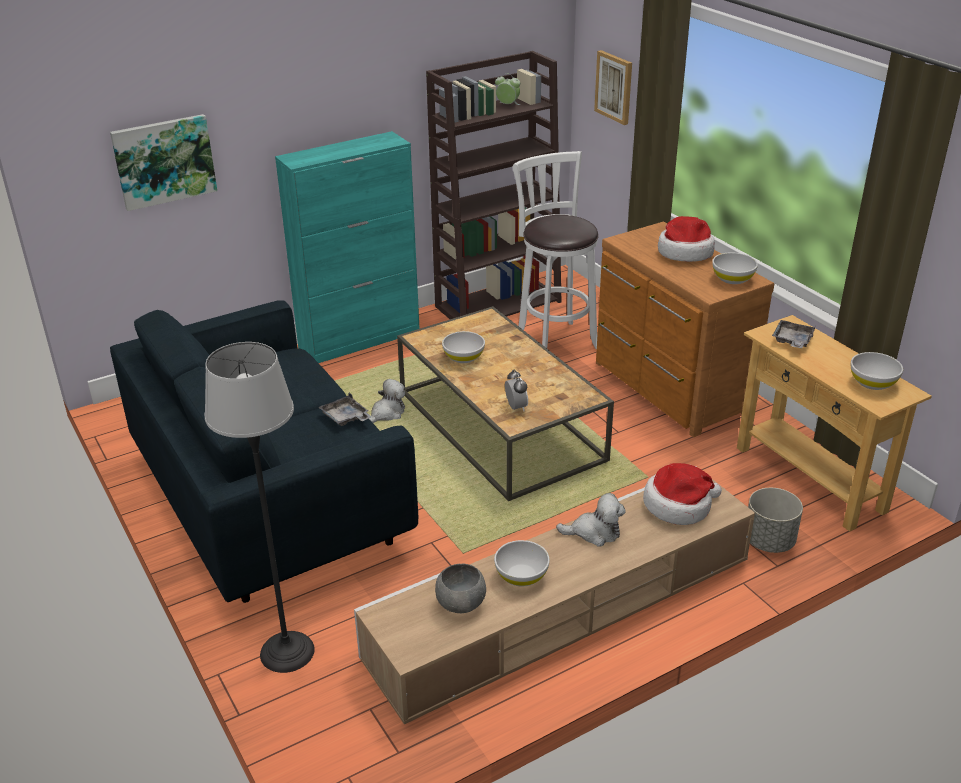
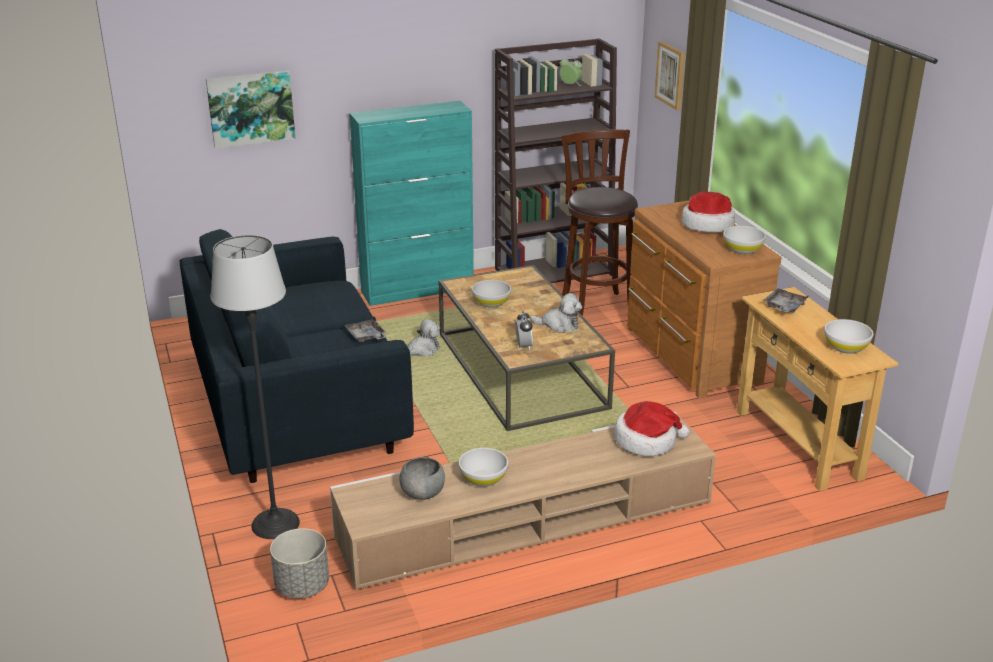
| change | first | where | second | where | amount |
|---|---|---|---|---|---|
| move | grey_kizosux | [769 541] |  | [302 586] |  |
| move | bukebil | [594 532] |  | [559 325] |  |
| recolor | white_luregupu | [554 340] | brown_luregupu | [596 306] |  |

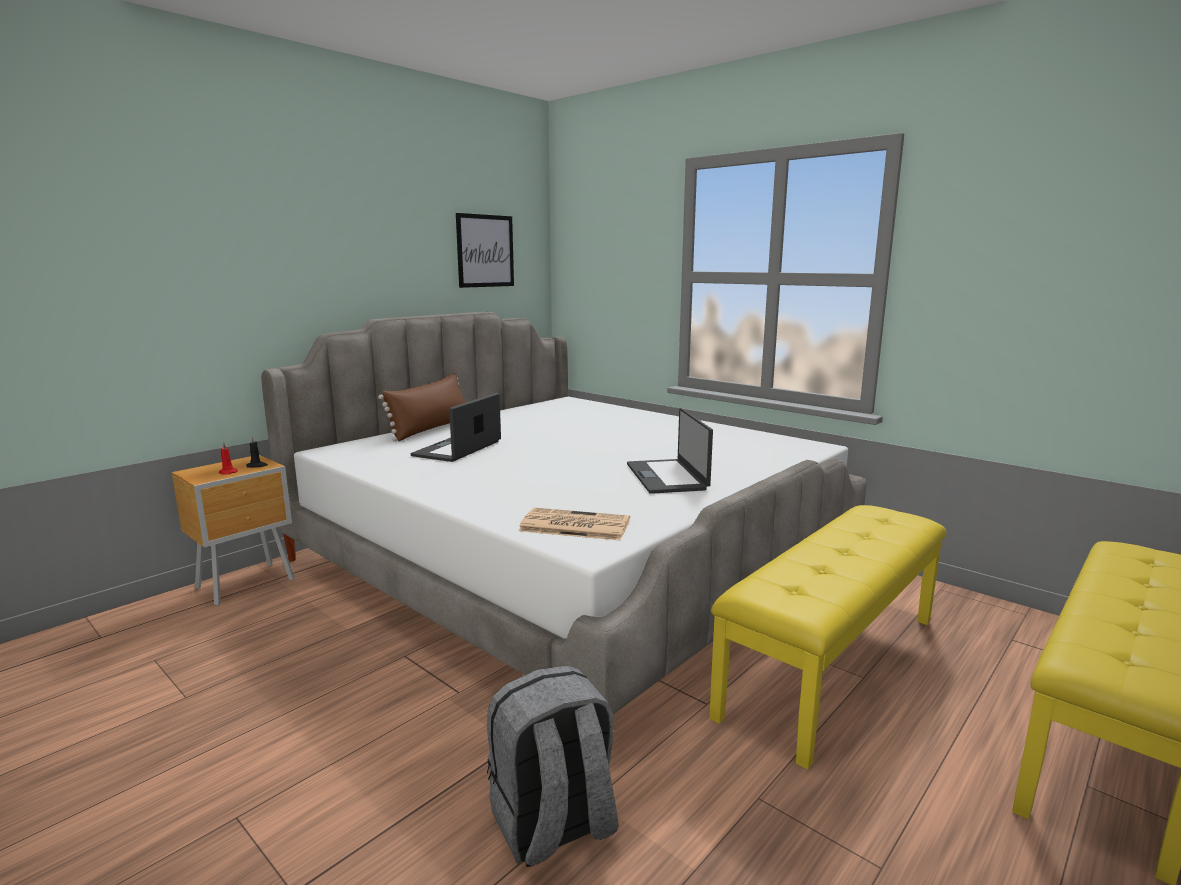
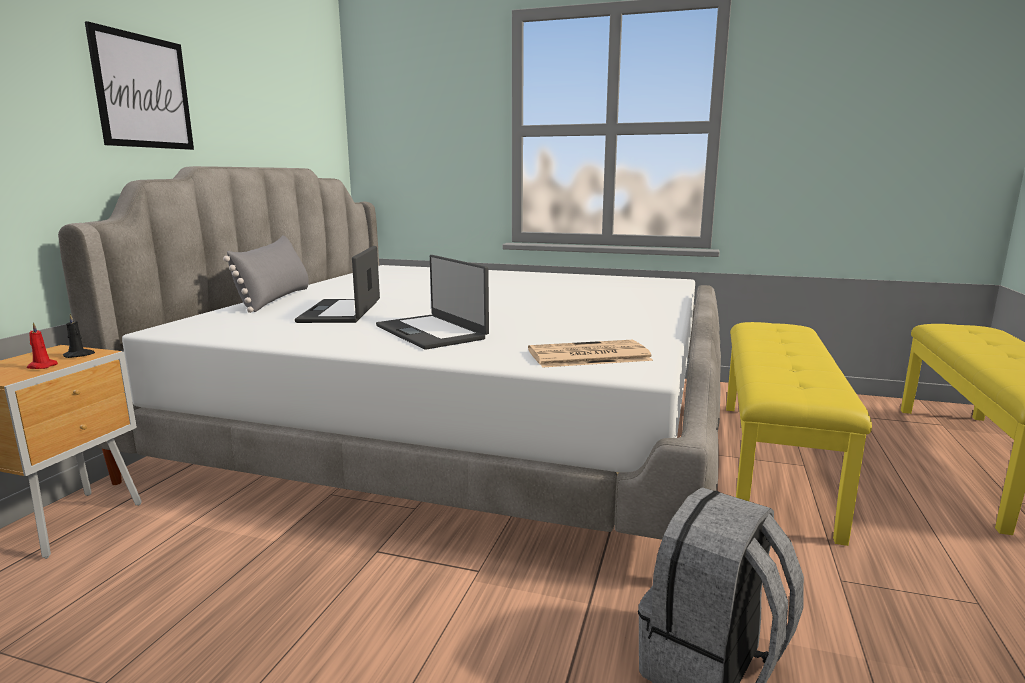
| change | first | where | second | where | amount |
|---|---|---|---|---|---|
| move | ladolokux | [485 251] |  | [143 92] |  |
| recolor | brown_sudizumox | [431 429] | grey_sudizumox | [275 299] |  |
| move | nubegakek | [667 477] |  | [432 332] |  |

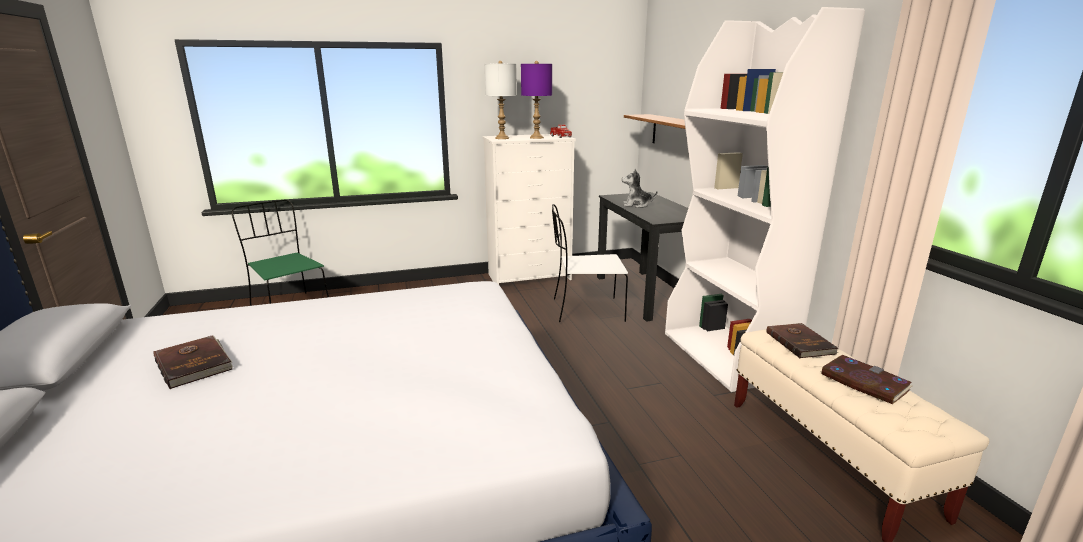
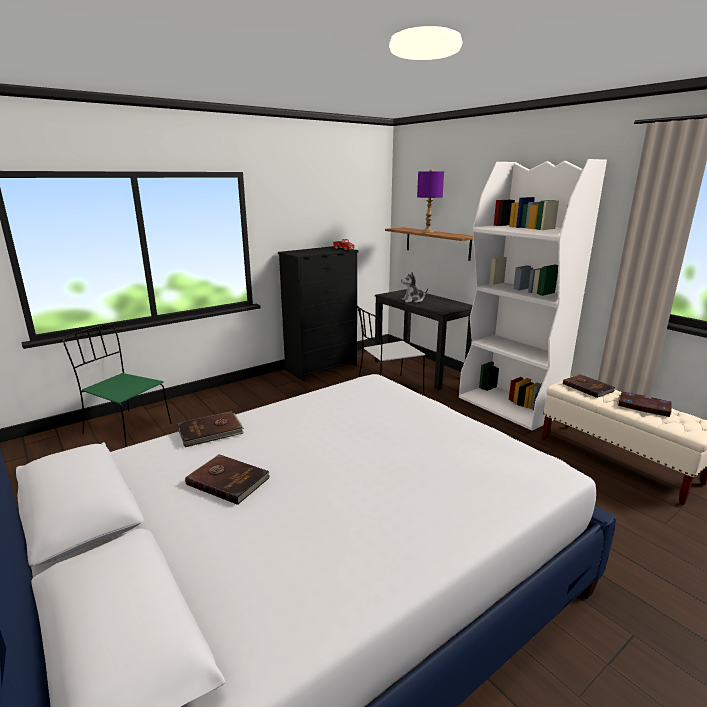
| change | first | where | second | where | amount |
|---|---|---|---|---|---|
| insert |  |  | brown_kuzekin | [211 431] |  |
| recolor | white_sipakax | [530 277] | black_sipakax | [322 368] |  |
| move | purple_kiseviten | [536 137] |  | [428 232] |  |
| delete | white_kiseviten | [502 138] |  |  |  |

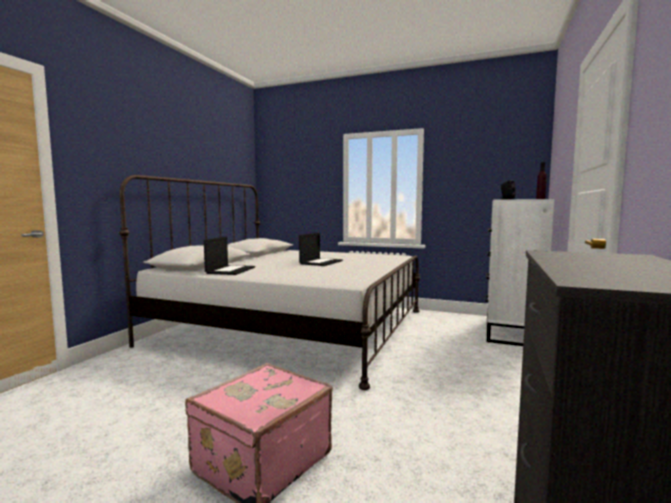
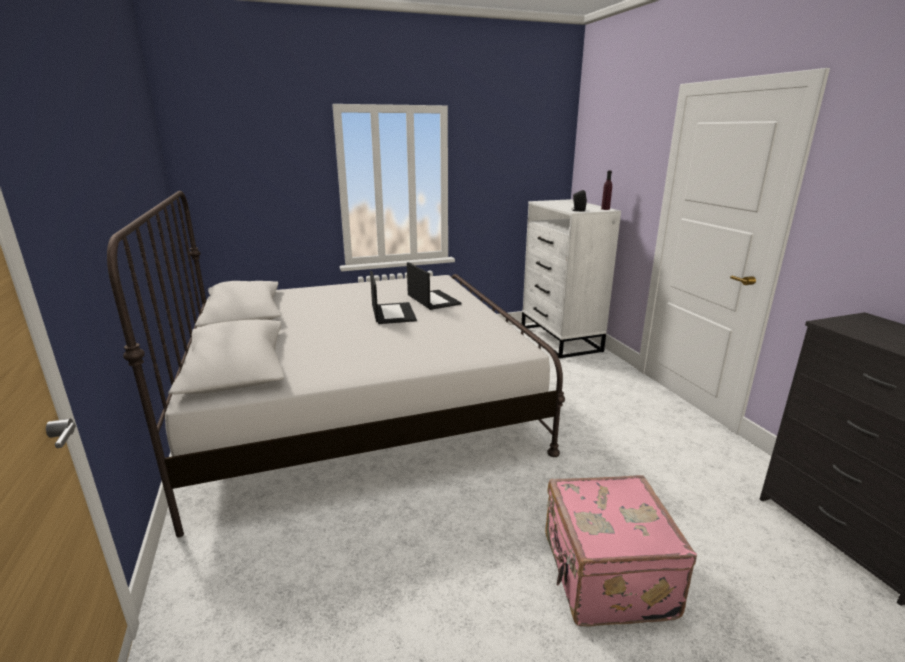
| change | first | where | second | where | amount |
|---|---|---|---|---|---|
| move | nubegakek | [230 270] |  | [432 300] |  |

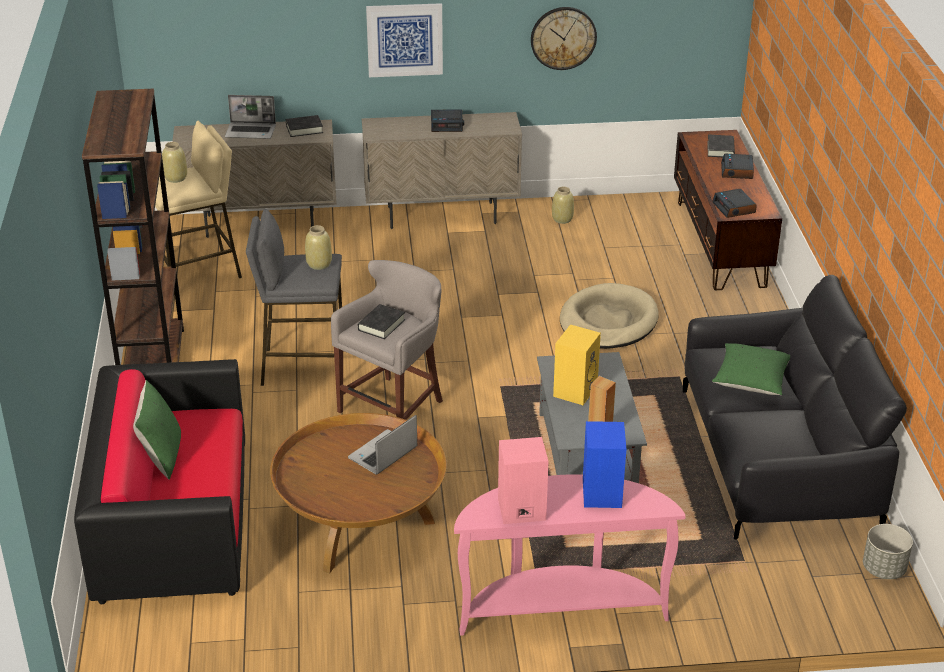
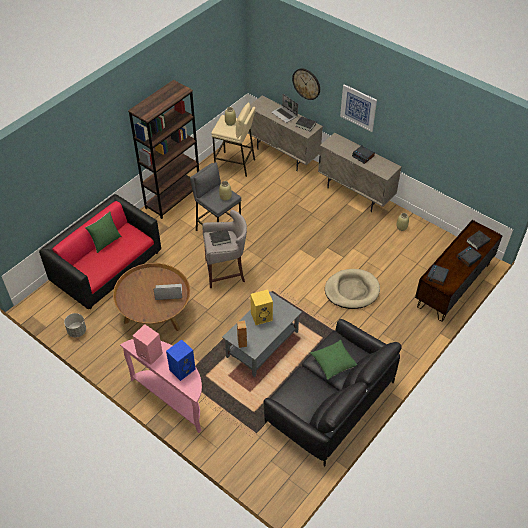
| change | first | where | second | where | amount |
|---|---|---|---|---|---|
| move | grey_kizosux | [884 569] |  | [77 331] |  |
| move | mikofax | [563 38] |  | [306 83] |  |

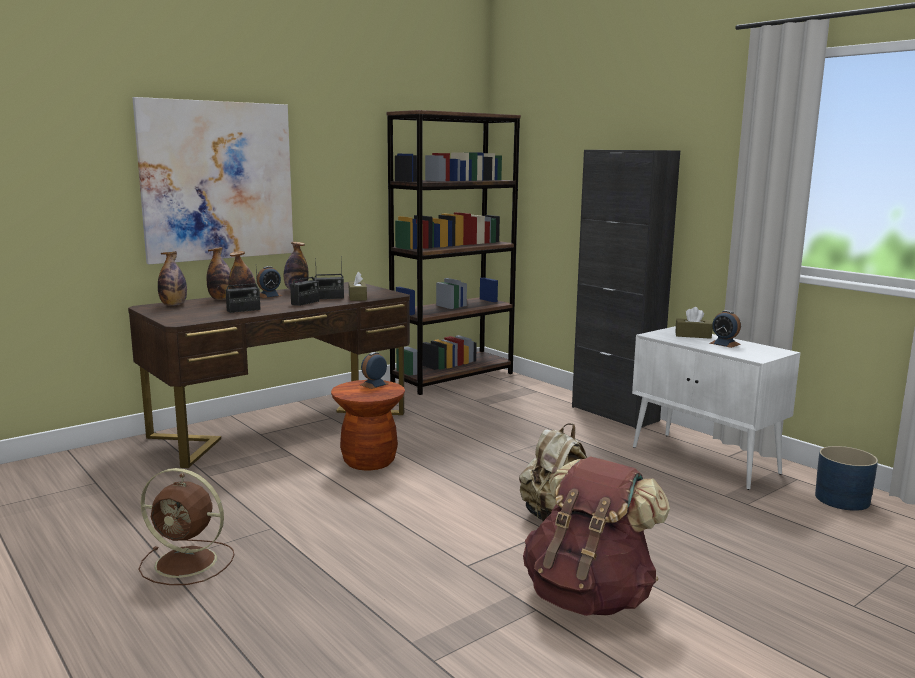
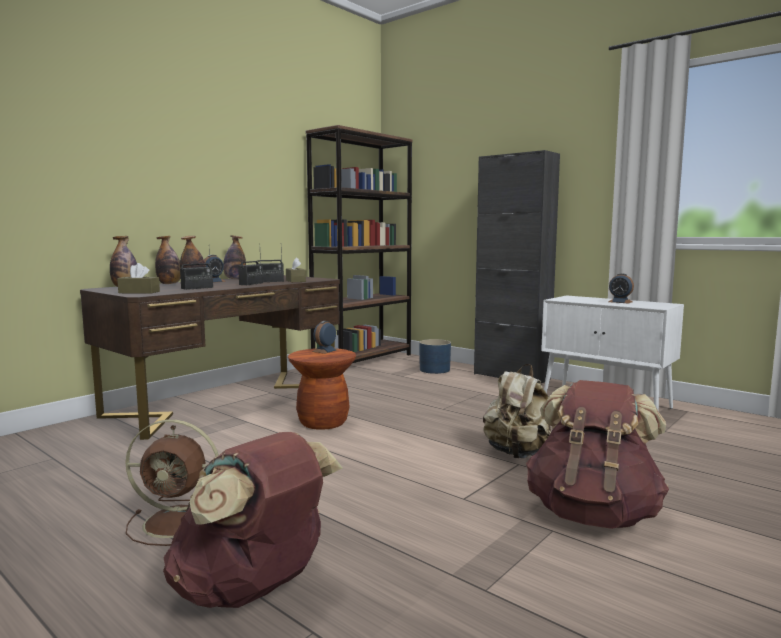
| change | first | where | second | where | amount |
|---|---|---|---|---|---|
| move | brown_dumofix | [693 335] |  | [139 292] |  |
| insert |  |  | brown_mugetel | [254 589] |  |
| move | blue_kizosux | [842 499] |  | [435 370] |  |
| delete | ladolokux | [218 181] |  |  |  |

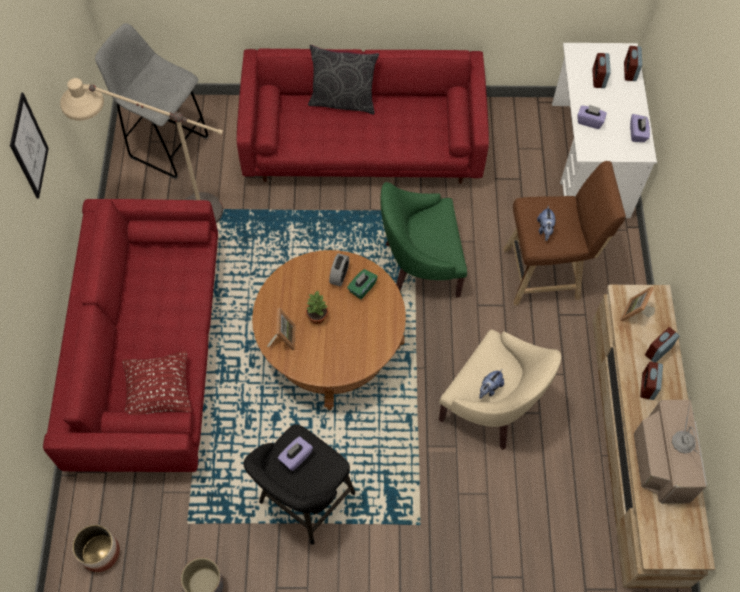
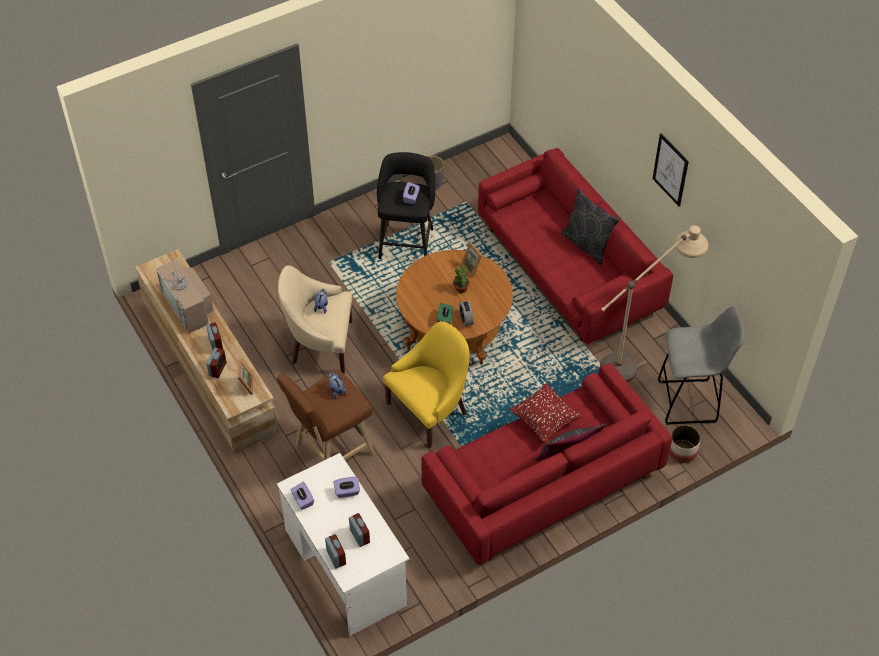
| change | first | where | second | where | amount |
|---|---|---|---|---|---|
| recolor | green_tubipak | [419 265] | yellow_tubipak | [430 410] |  |
| move | red_sudizumox | [159 392] |  | [544 421] |  |
| insert |  |  | grey_sudizumox | [587 244] |  |
| move | kizosux | [100 552] |  | [682 451] |  |

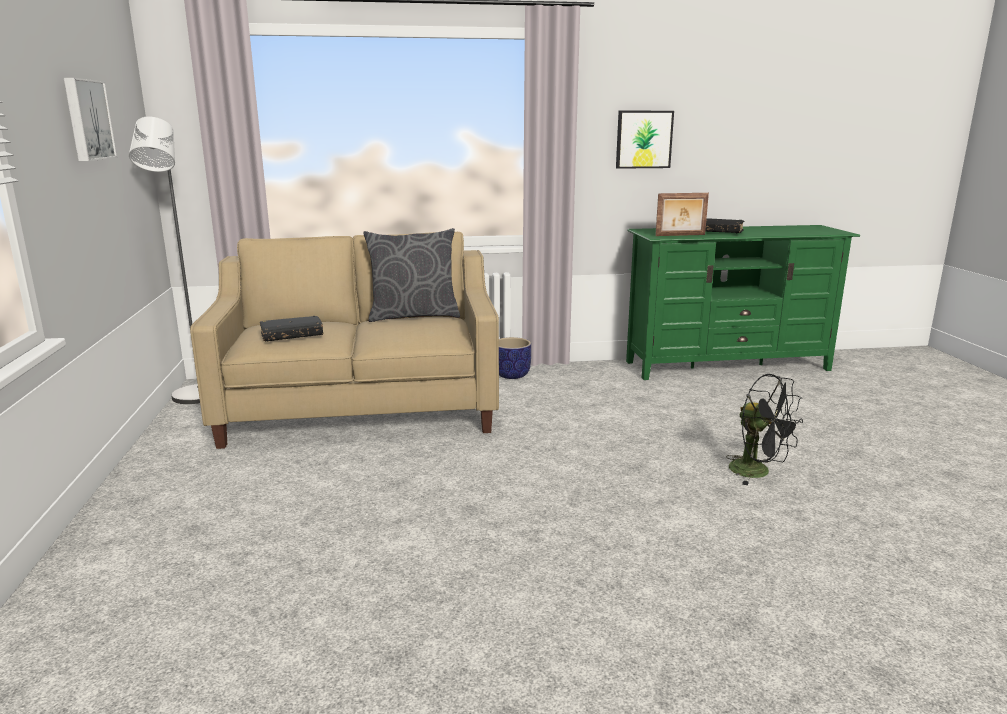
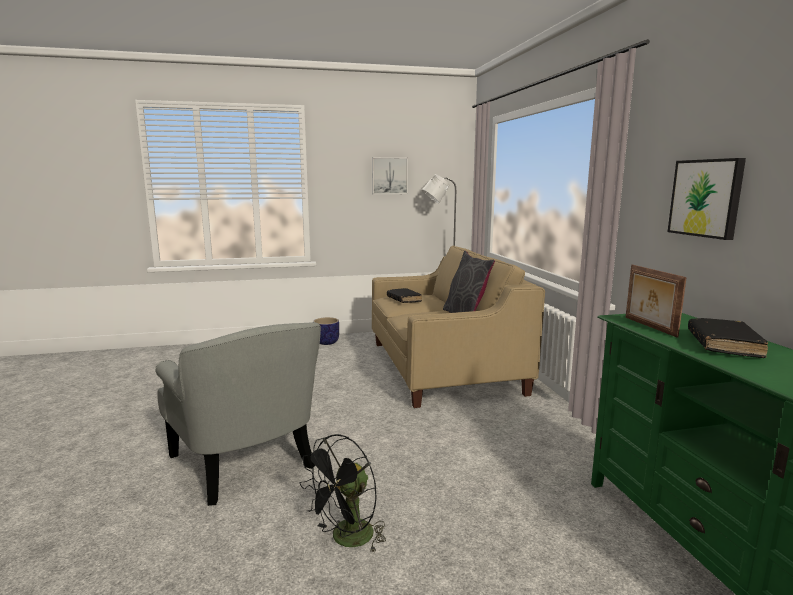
| change | first | where | second | where | amount |
|---|---|---|---|---|---|
| insert |  |  | grey_tubipak | [246 461] |  |
| move | kizosux | [512 375] |  | [327 342] |  |

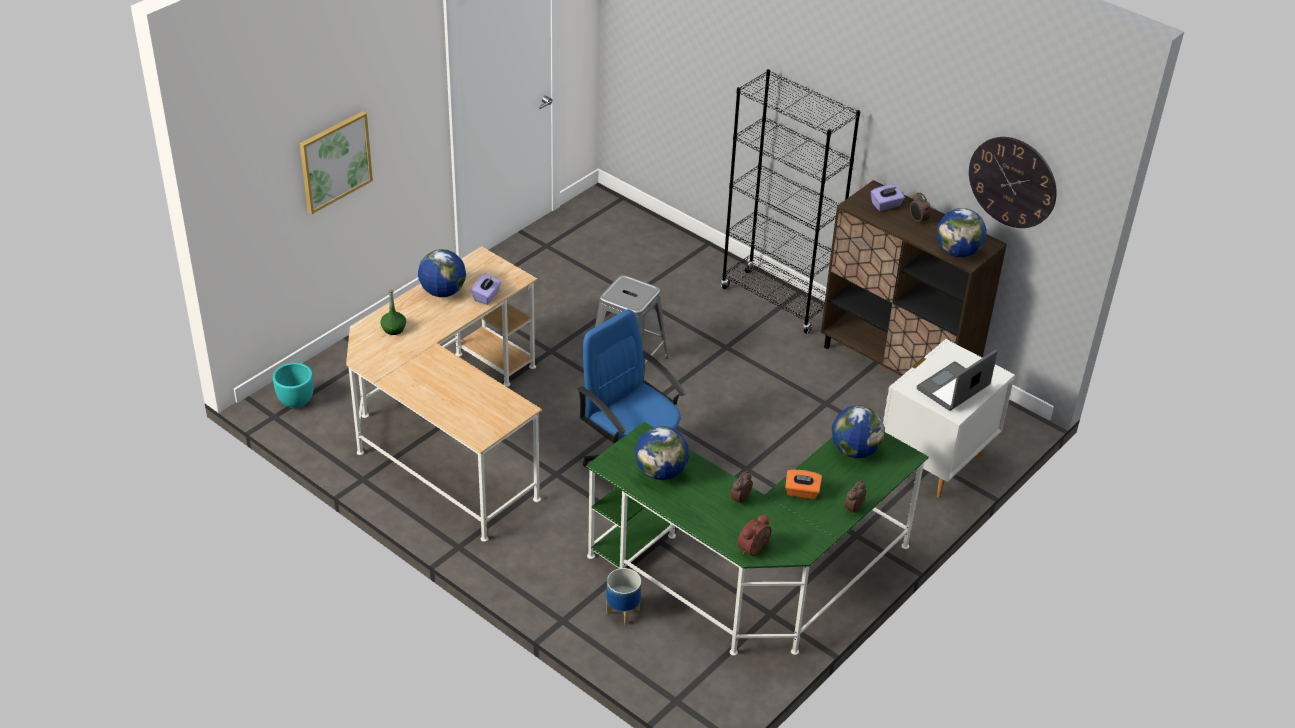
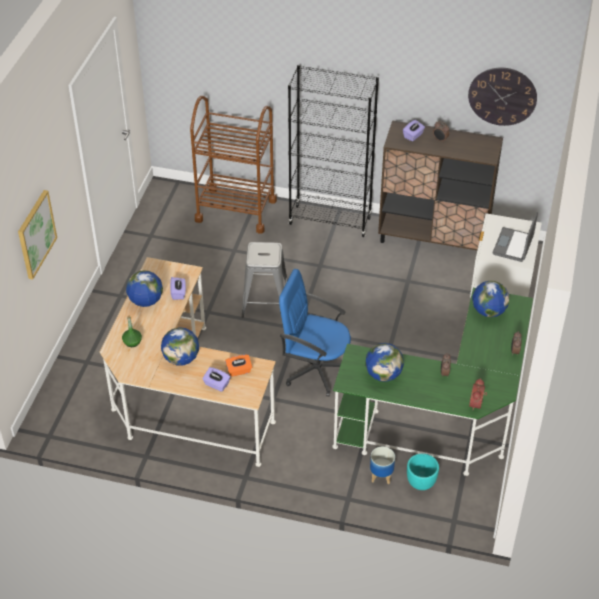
| change | first | where | second | where | amount |
|---|---|---|---|---|---|
| move | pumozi | [957 252] |  | [181 359] |  |
| insert |  |  | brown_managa | [236 210] |  |
| insert |  |  | purple_dumofix | [216 384] |  |
| move | orange_dumofix | [802 492] |  | [239 371] |  |
| move | turquoise_kizosux | [296 402] |  | [421 483] |  |

